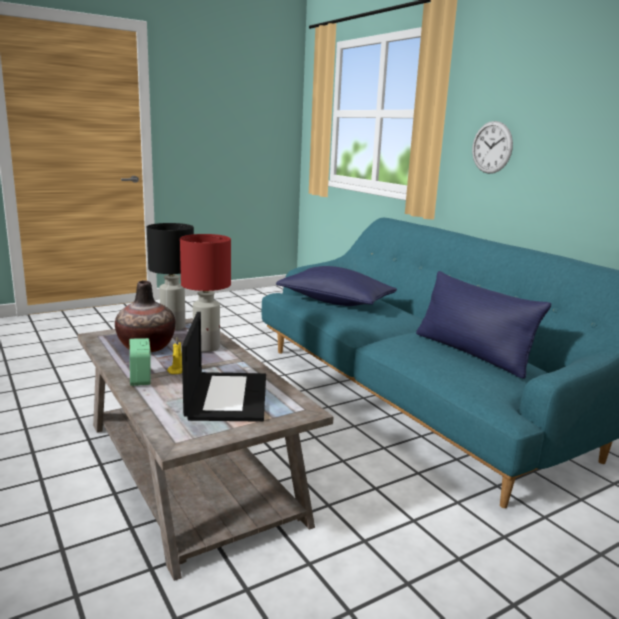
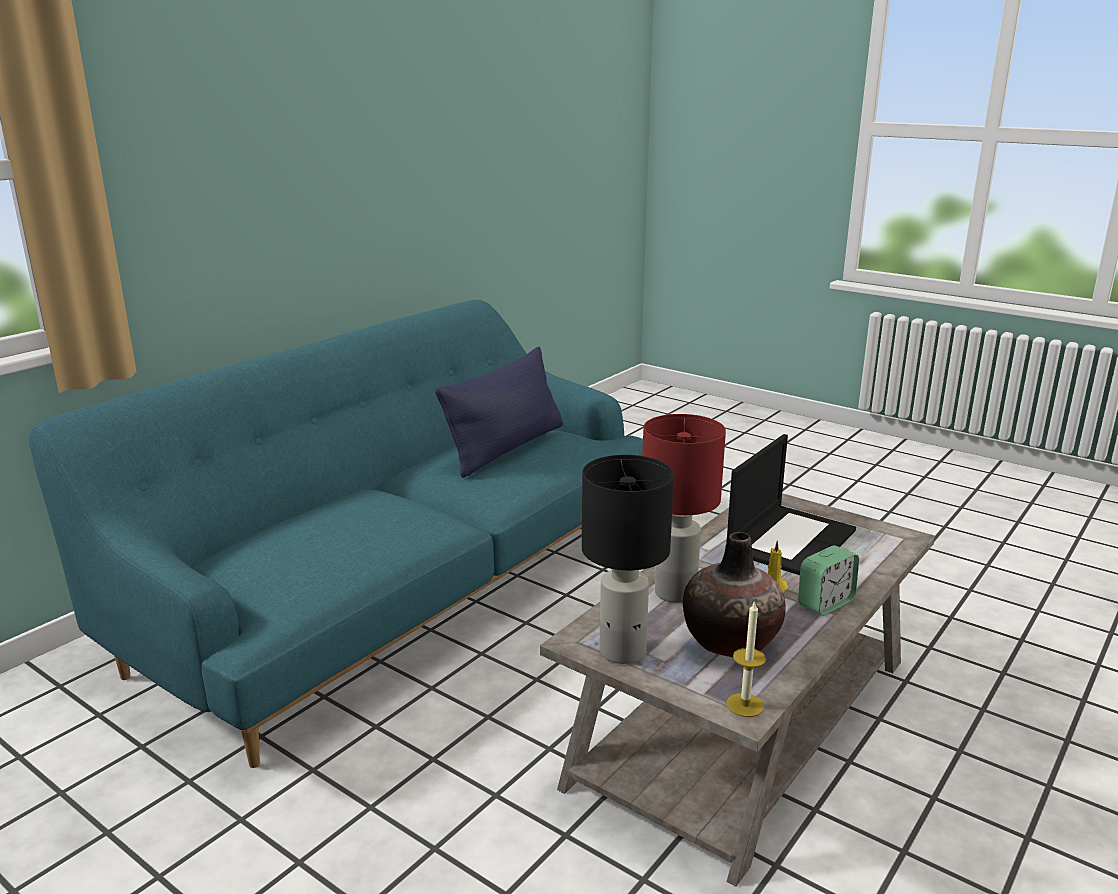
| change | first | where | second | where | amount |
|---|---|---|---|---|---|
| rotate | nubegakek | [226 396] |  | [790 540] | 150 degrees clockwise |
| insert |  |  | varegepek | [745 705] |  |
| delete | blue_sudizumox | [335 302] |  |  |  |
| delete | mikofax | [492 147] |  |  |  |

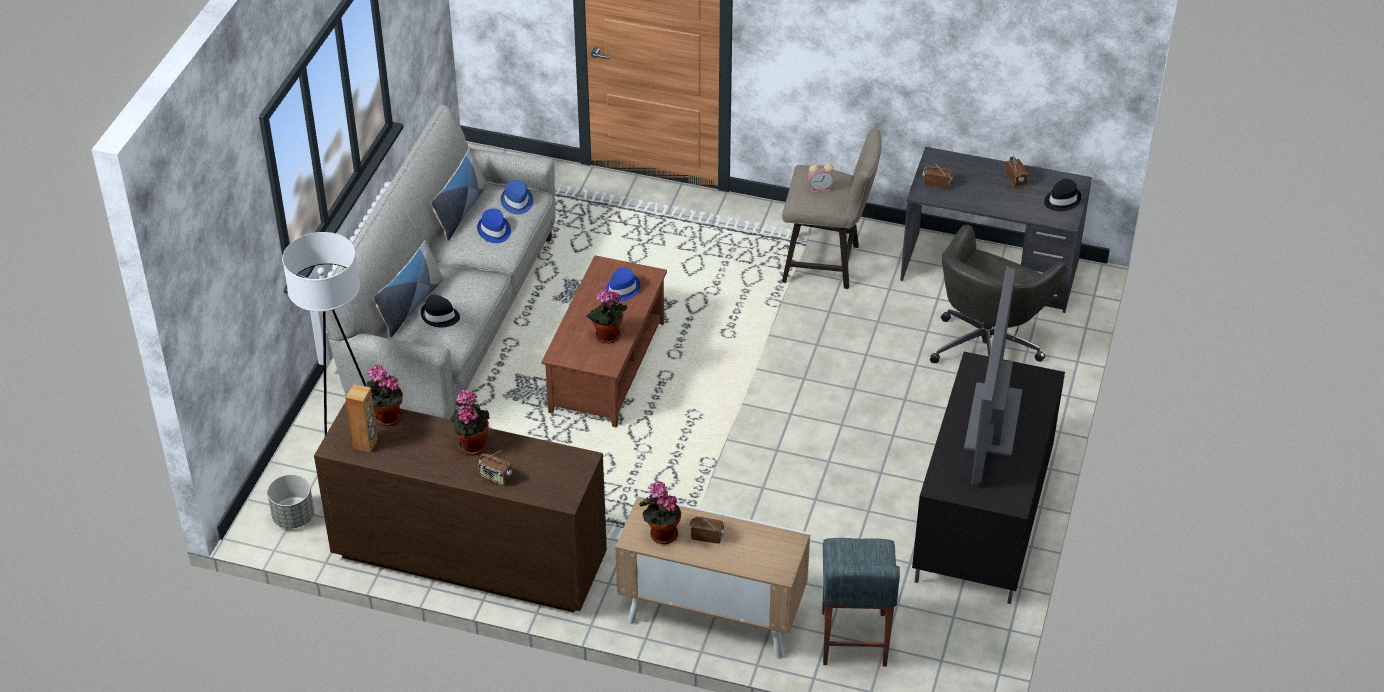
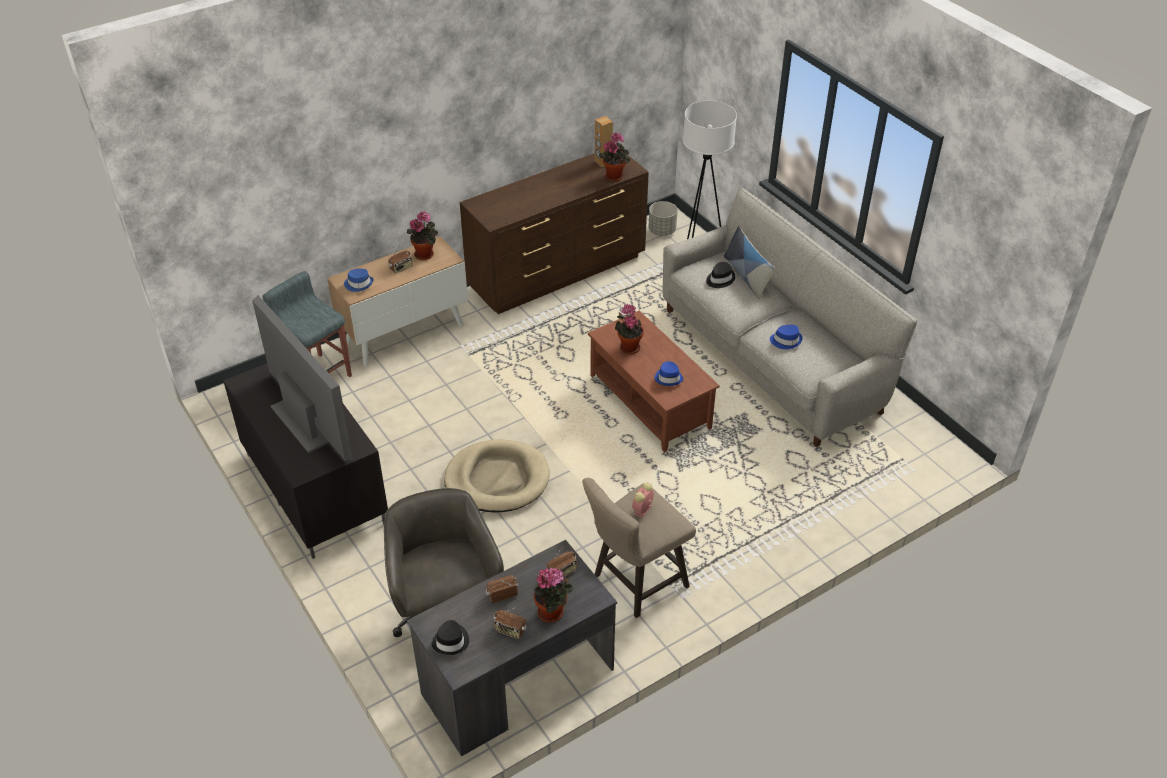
| change | first | where | second | where | amount |
|---|---|---|---|---|---|
| move | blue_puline | [517 202] |  | [359 284] |  |
| insert |  |  | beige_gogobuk | [497 479] |  |
| move | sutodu | [495 476] |  | [502 594] |  |
| move | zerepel | [471 444] |  | [553 613] |  |
| delete | sudizumox | [461 211] |  |  |  |

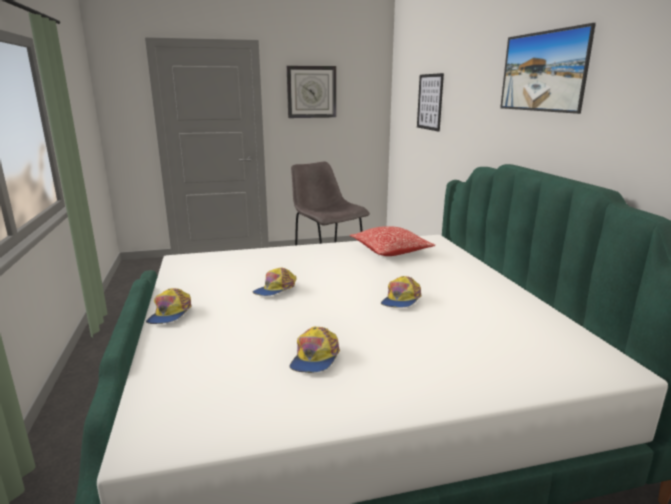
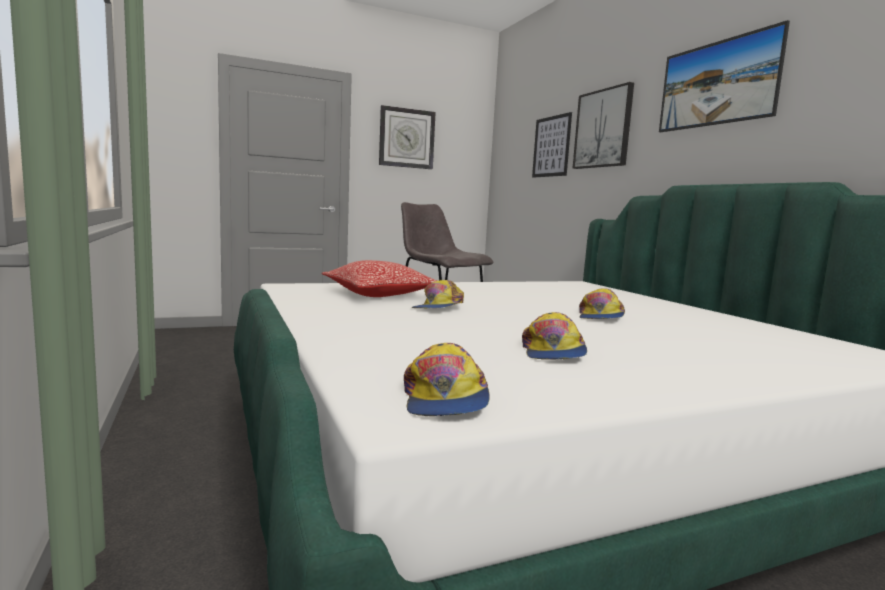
| change | first | where | second | where | amount |
|---|---|---|---|---|---|
| move | sudizumox | [390 251] |  | [379 294] |  |
| move | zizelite | [170 314] |  | [444 399] |  |
| insert |  |  | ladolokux | [603 129] |  |

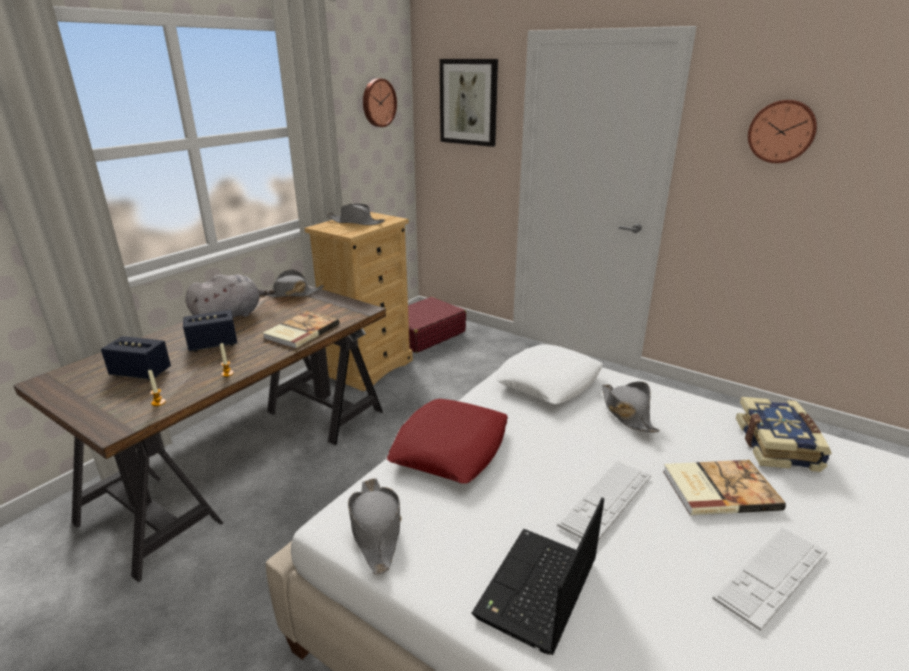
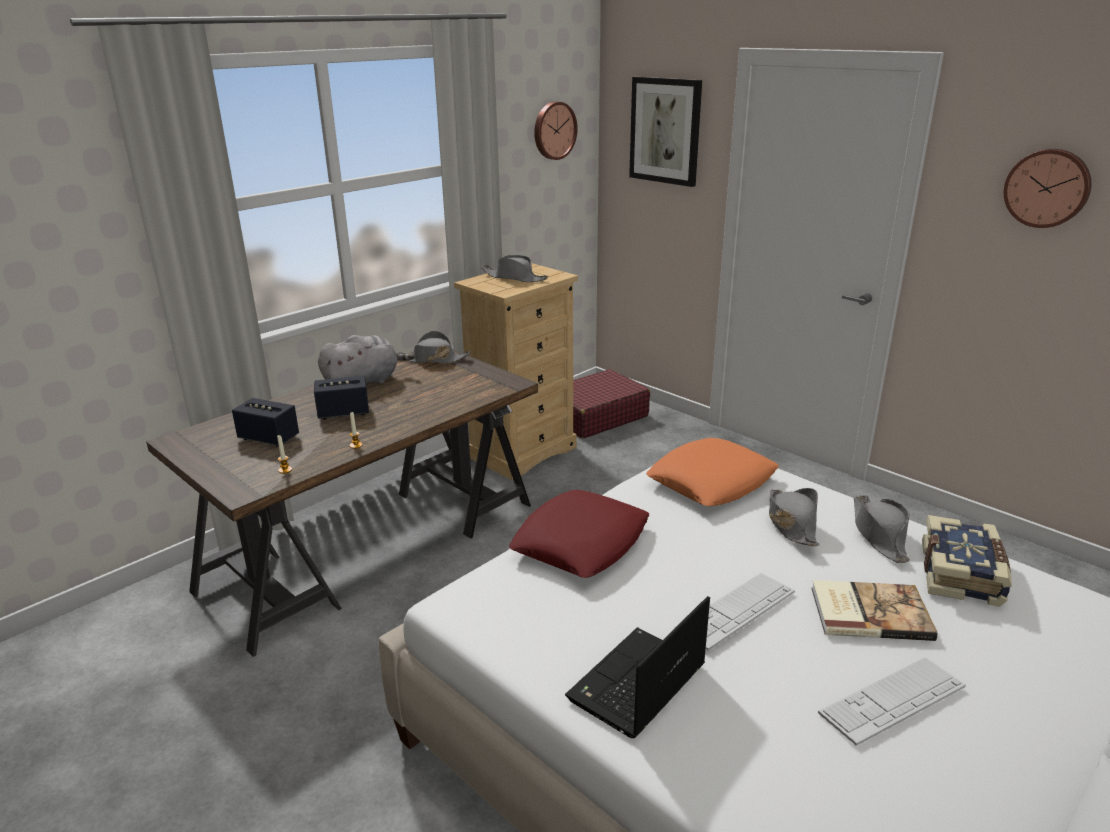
| change | first | where | second | where | amount |
|---|---|---|---|---|---|
| recolor | white_sudizumox | [549 382] | orange_sudizumox | [711 482] |  |
| move | grey_puline | [376 529] |  | [879 535] |  |
| delete | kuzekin | [300 331] |  |  |  |

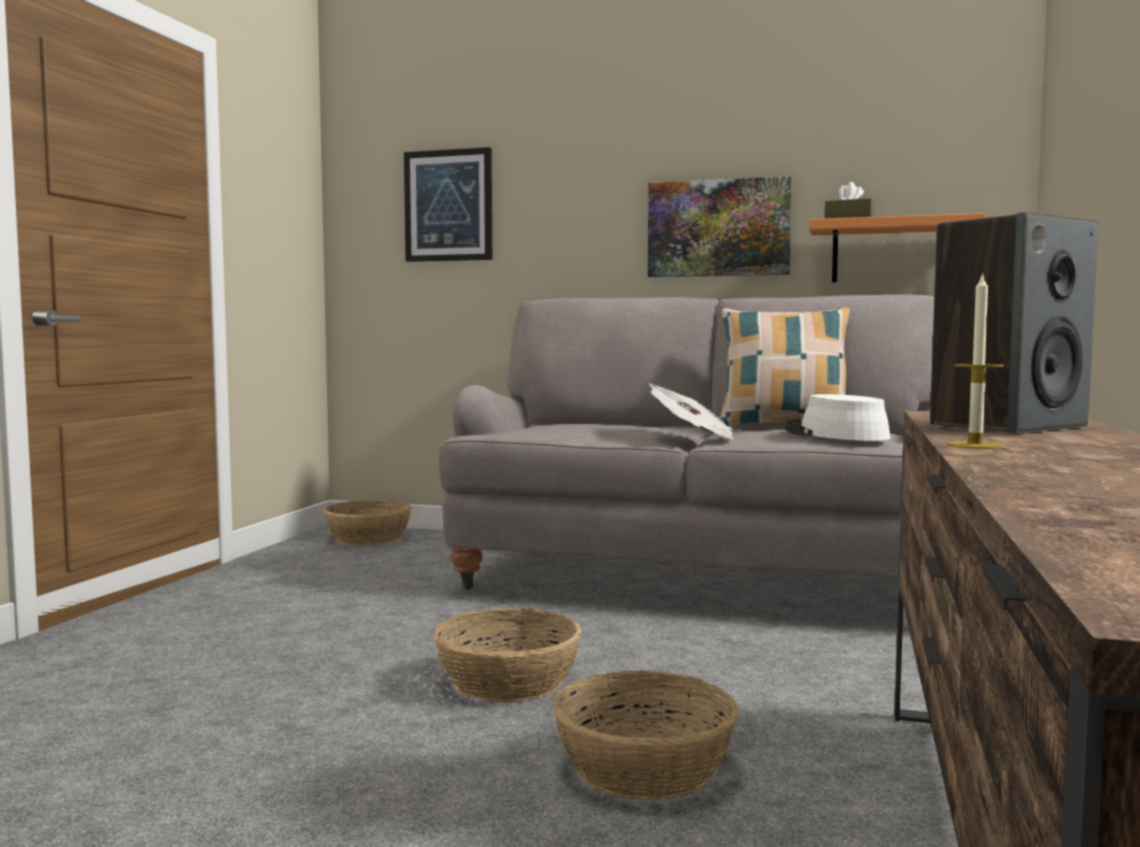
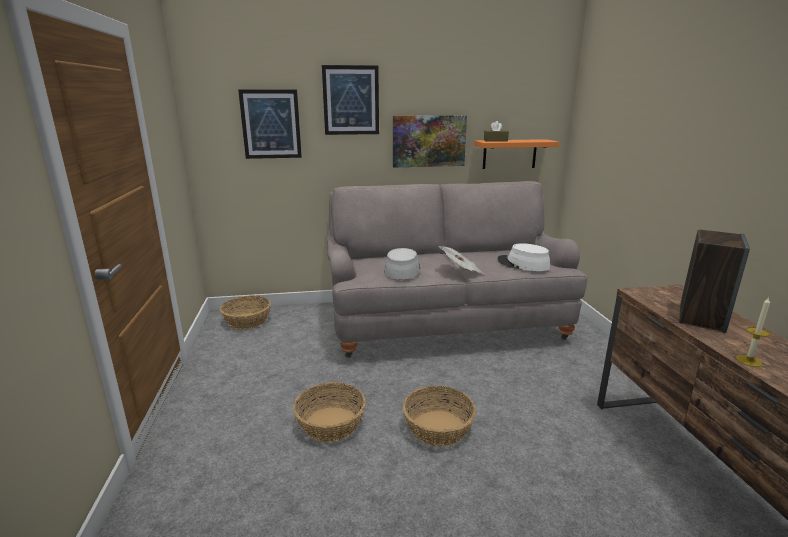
| change | first | where | second | where | amount |
|---|---|---|---|---|---|
| move | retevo | [645 767] |  | [331 423] |  |
| insert |  |  | ladolokux | [351 100] |  |
| insert |  |  | grey_puline | [402 269] |  |
| delete | sudizumox | [783 427] |  |  |  |

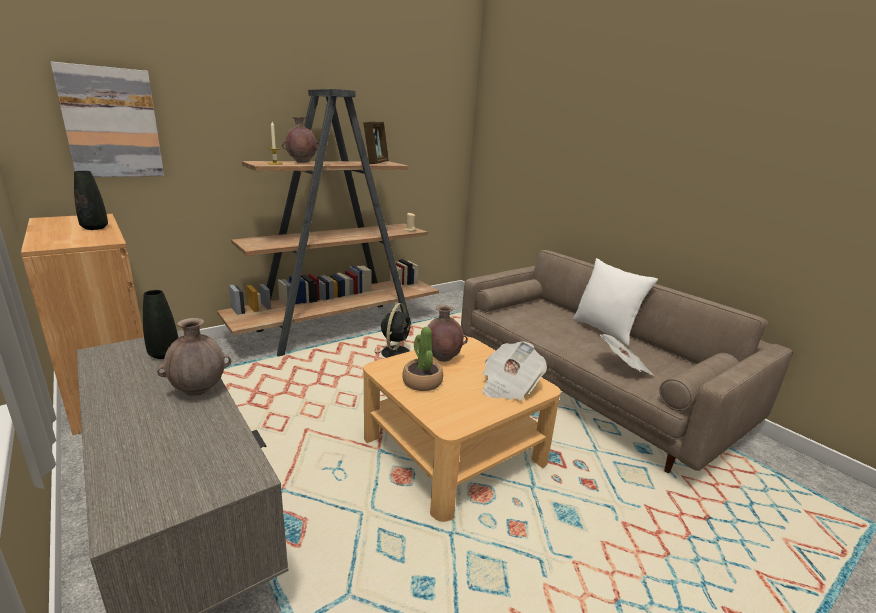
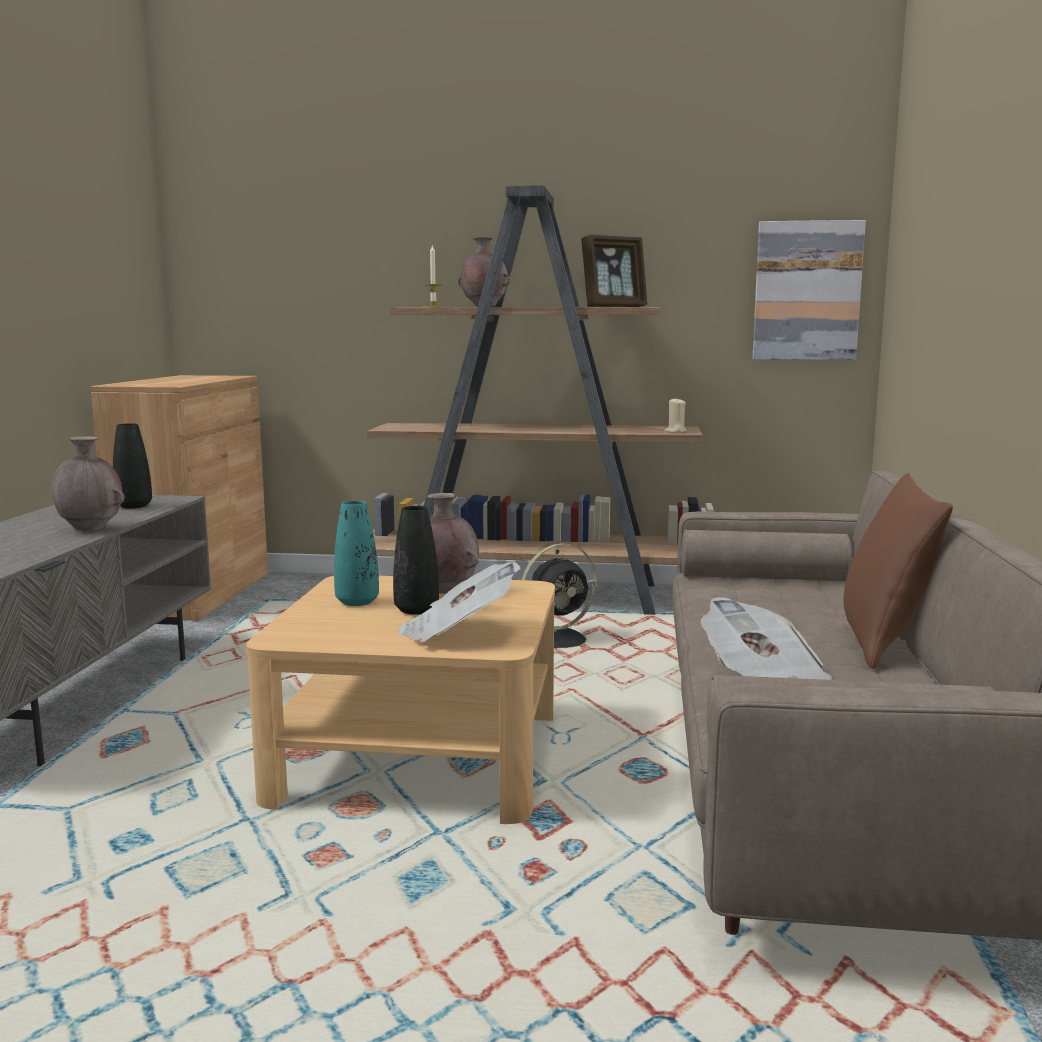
| change | first | where | second | where | amount |
|---|---|---|---|---|---|
| replace | zerepel | [422 382] | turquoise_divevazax | [357 602] |  |
| move | black_divevazax | [94 228] |  | [416 610] |  |
| move | ladolokux | [111 123] |  | [807 291] |  |
| recolor | white_sudizumox | [604 331] | brown_sudizumox | [885 643] |  |

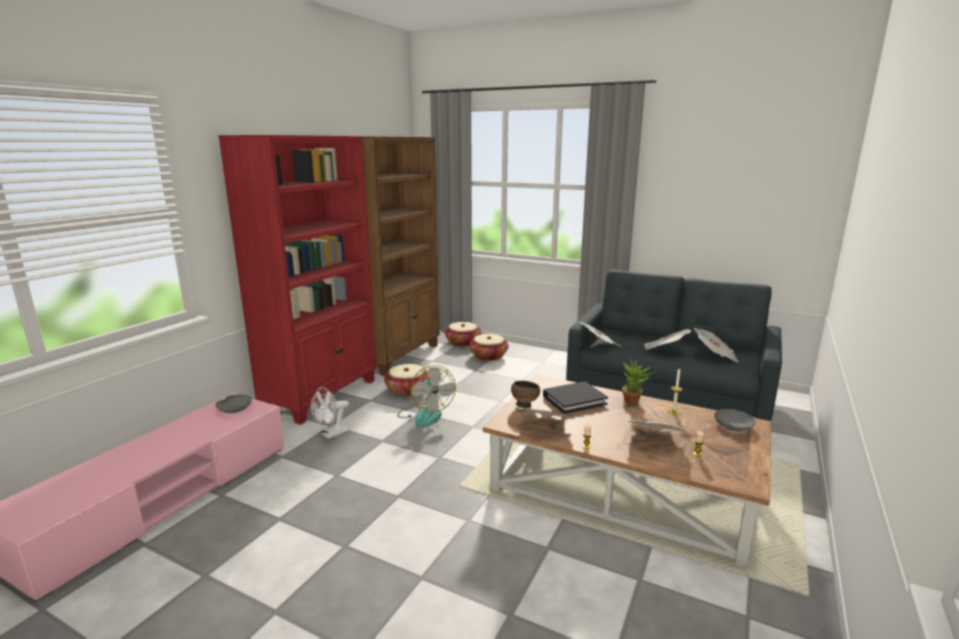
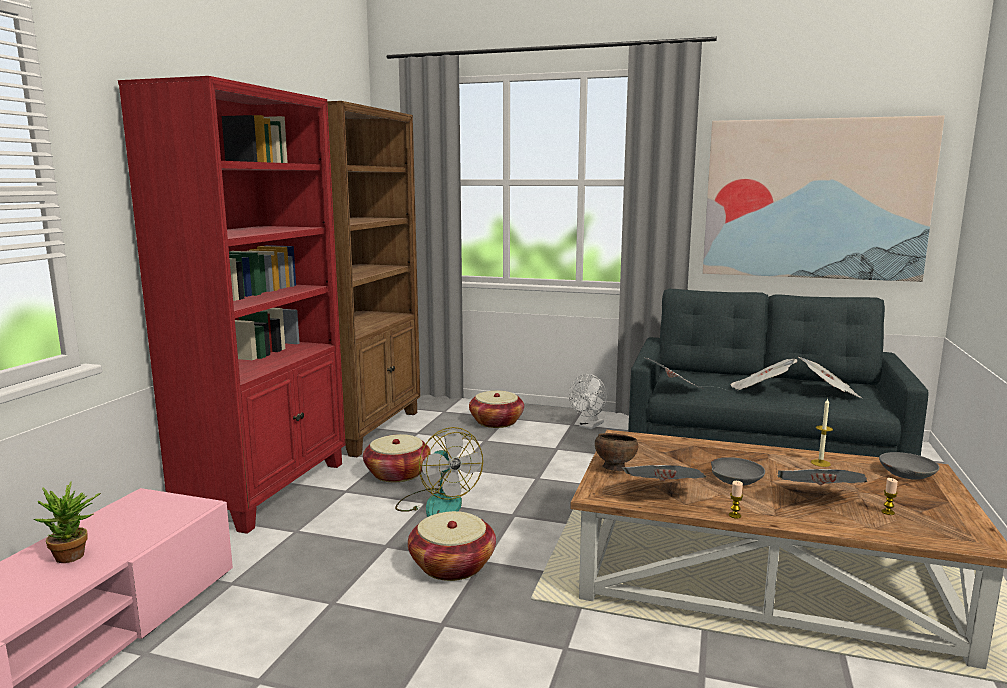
| change | first | where | second | where | amount |
|---|---|---|---|---|---|
| move | zerepel | [634 401] |  | [74 557] |  |
| move | retevo | [463 342] |  | [452 565] |  |
| move | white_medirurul | [331 434] |  | [589 426] |  |
| insert |  |  | ladolokux | [814 199] |  |
| move | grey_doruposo | [235 408] |  | [736 479] |  |
| delete | black_kuzekin | [574 400] |  |  |  |

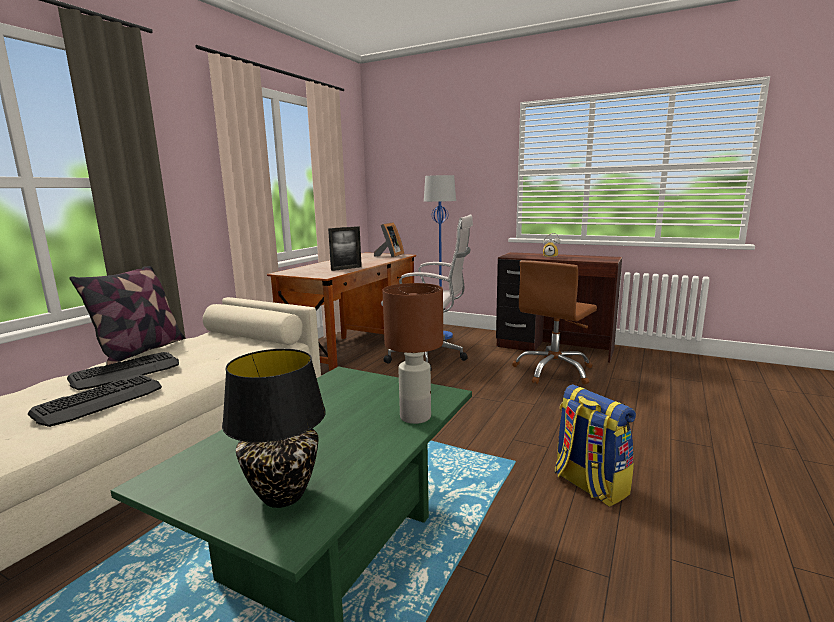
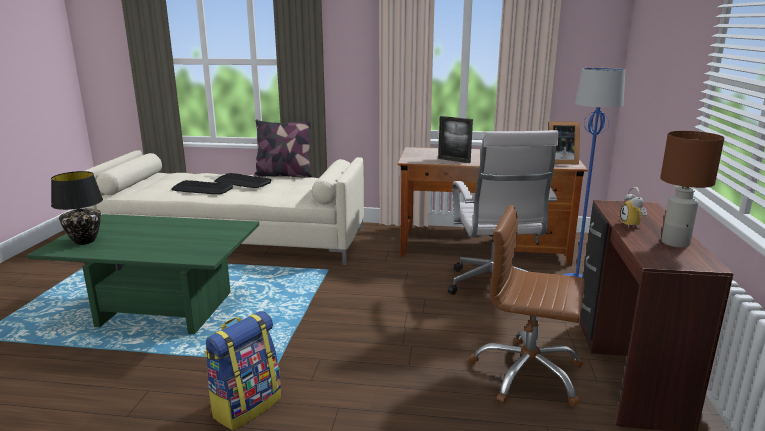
| change | first | where | second | where | amount |
|---|---|---|---|---|---|
| move | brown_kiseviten | [414 417] |  | [674 243] |  |

